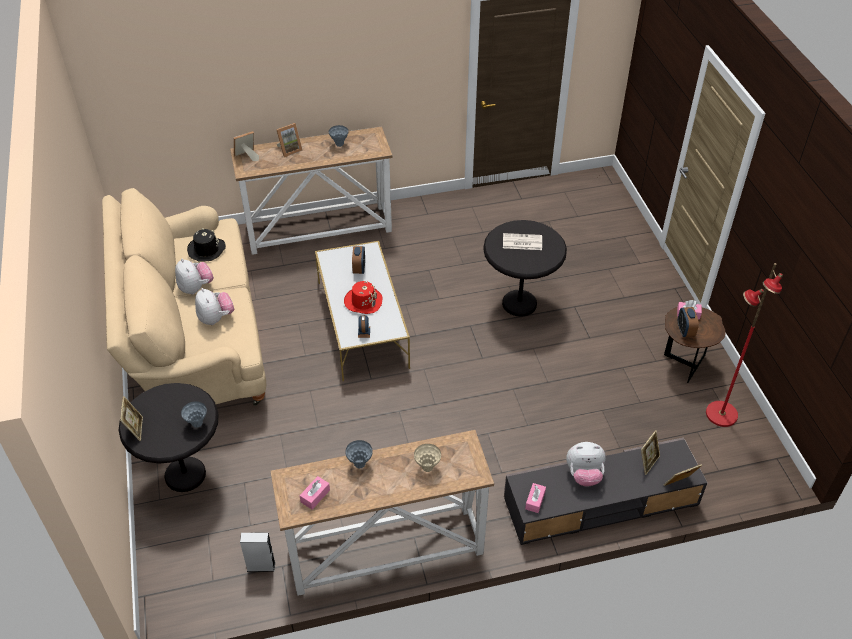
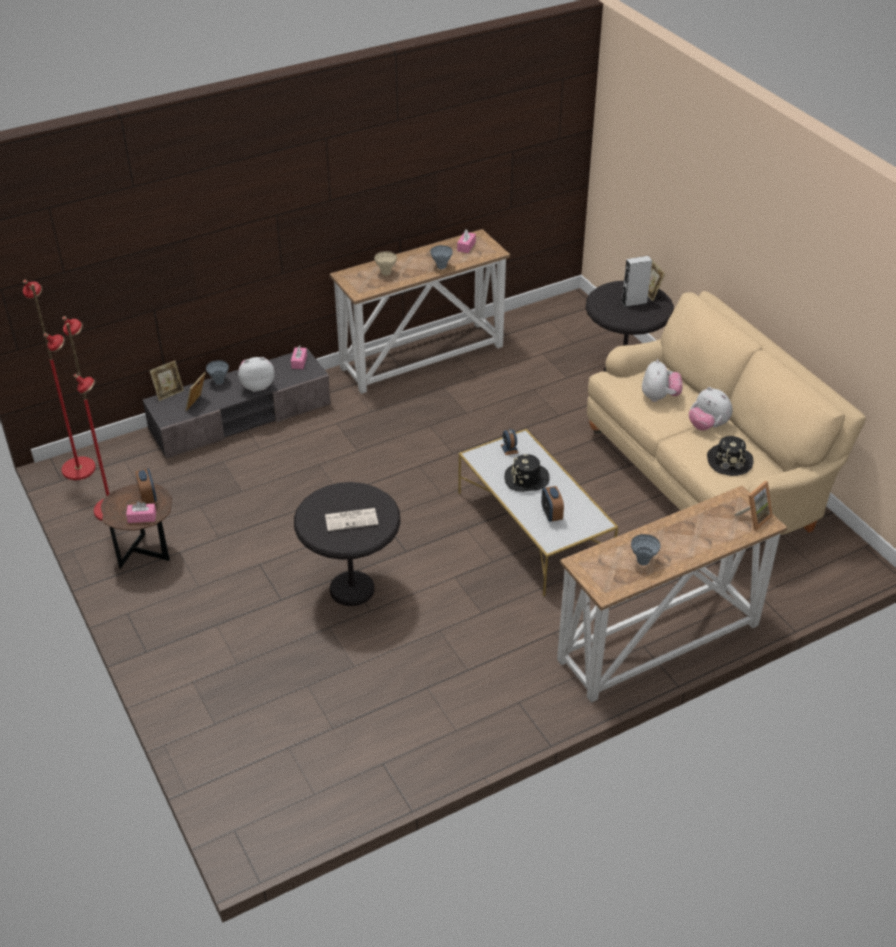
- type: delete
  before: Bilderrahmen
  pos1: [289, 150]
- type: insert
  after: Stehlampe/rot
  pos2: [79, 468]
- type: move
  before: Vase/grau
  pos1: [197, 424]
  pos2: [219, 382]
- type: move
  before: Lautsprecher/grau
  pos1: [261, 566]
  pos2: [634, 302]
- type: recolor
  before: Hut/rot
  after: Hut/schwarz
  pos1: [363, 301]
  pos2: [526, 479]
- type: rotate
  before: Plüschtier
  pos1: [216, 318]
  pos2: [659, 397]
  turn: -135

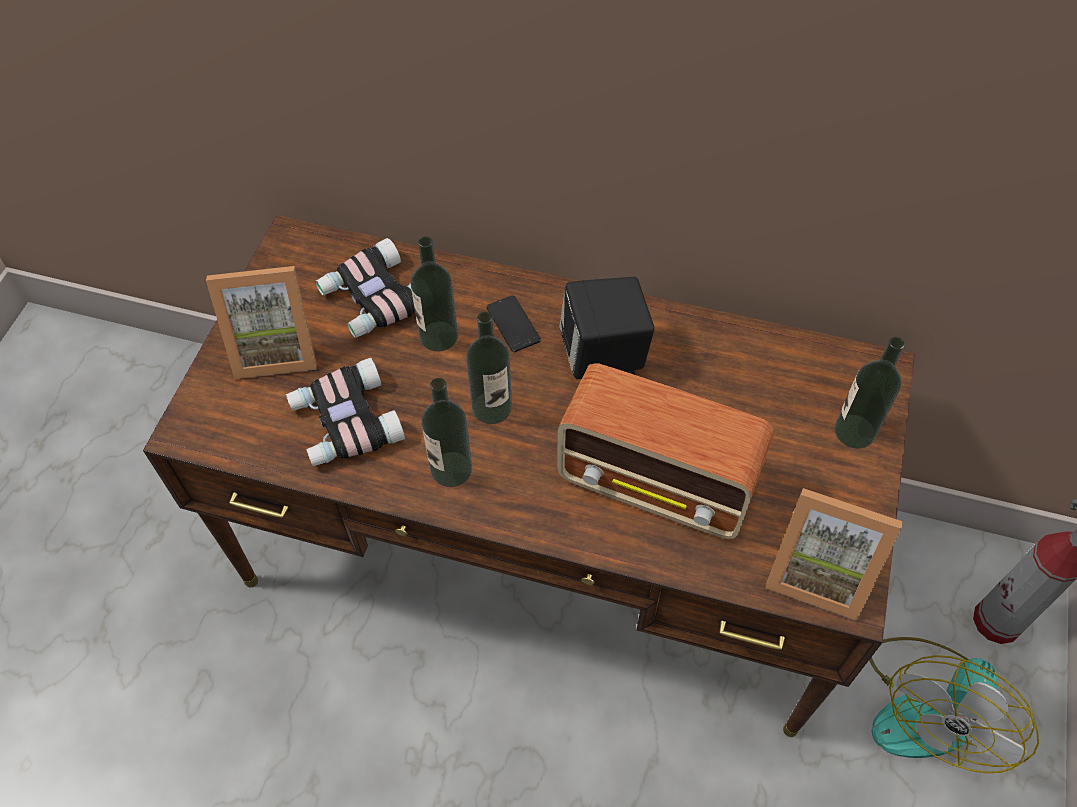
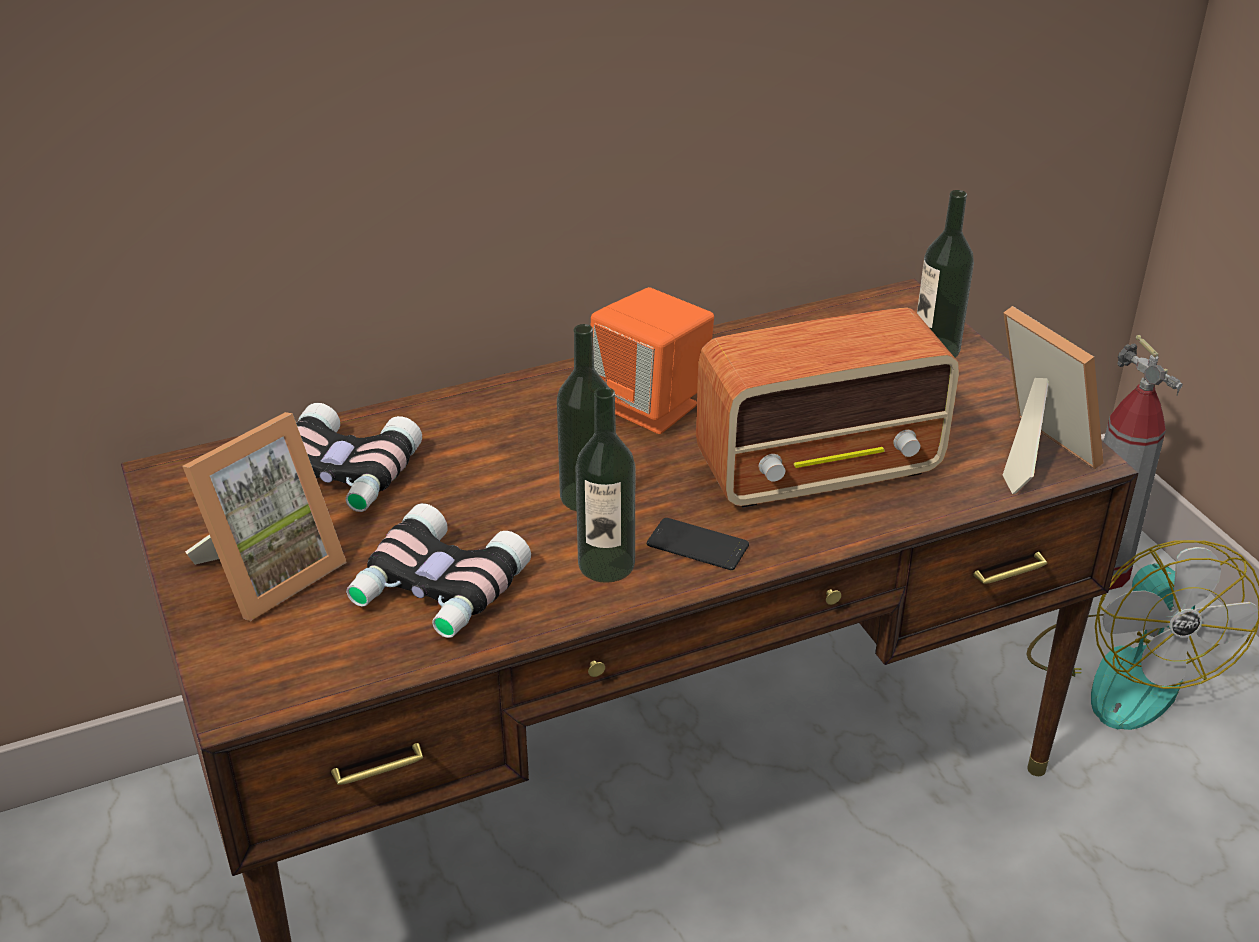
- type: delete
  before: Flasche
  pos1: [438, 336]
- type: move
  before: Handy
  pos1: [513, 324]
  pos2: [697, 545]
- type: recolor
  before: Lautsprecher/schwarz
  after: Lautsprecher/orange
  pos1: [604, 358]
  pos2: [651, 406]
- type: rotate
  before: Bilderrahmen
  pos1: [819, 571]
  pos2: [1031, 454]
  turn: -105

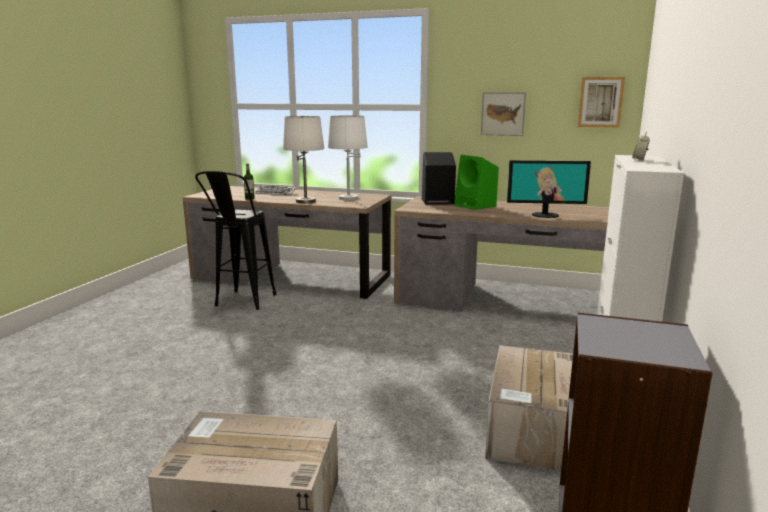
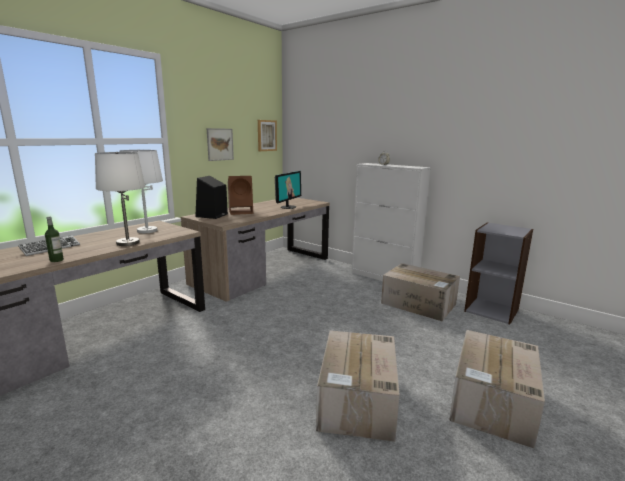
- type: delete
  before: Hocker/schwarz
  pos1: [242, 304]
- type: insert
  after: Karton
  pos2: [357, 401]
- type: recolor
  before: Lautsprecher/grün
  after: Lautsprecher/braun
  pos1: [476, 206]
  pos2: [241, 212]

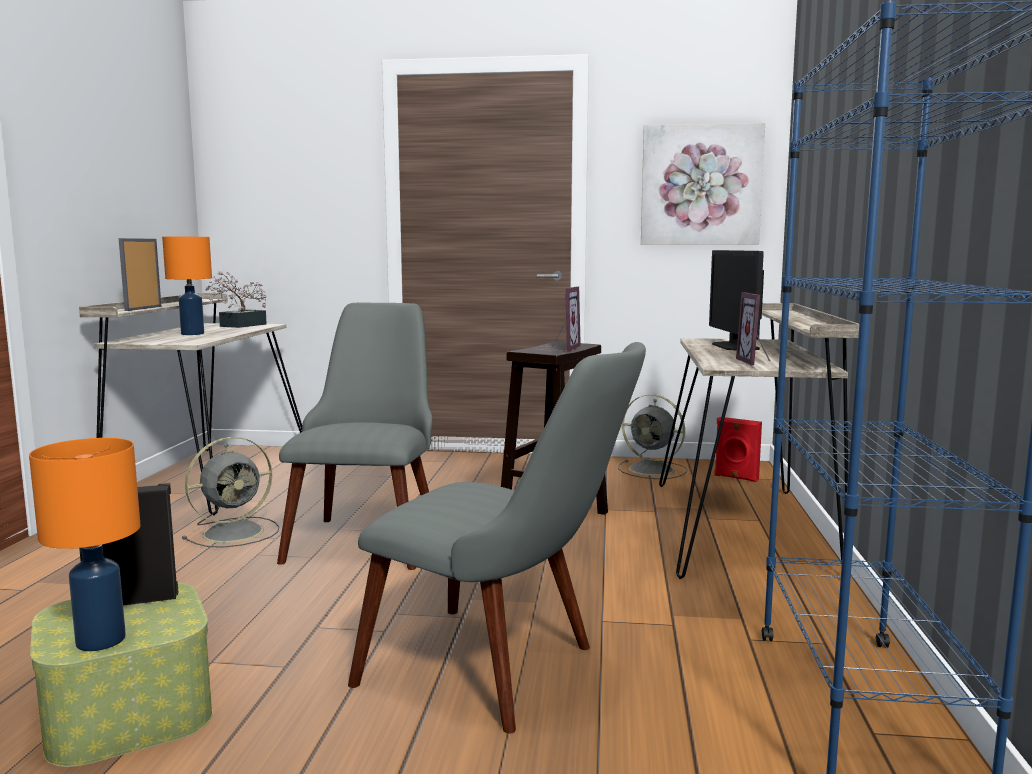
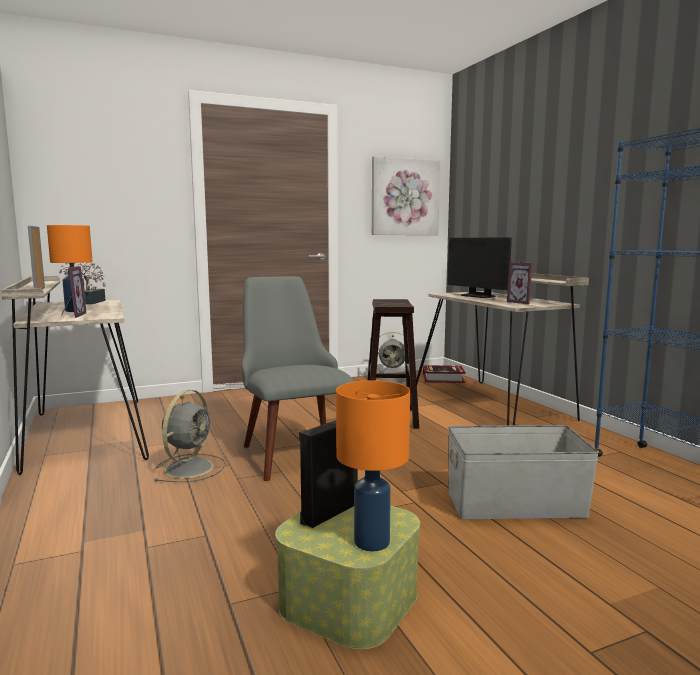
- type: move
  before: Bilderrahmen
  pos1: [563, 348]
  pos2: [71, 315]
- type: replace
  before: Stuhl/grau
  after: Aufbewahrungsbox/grau
  pos1: [504, 671]
  pos2: [516, 504]
- type: replace
  before: Lautsprecher/rot
  after: Buch
  pos1: [736, 477]
  pos2: [443, 378]

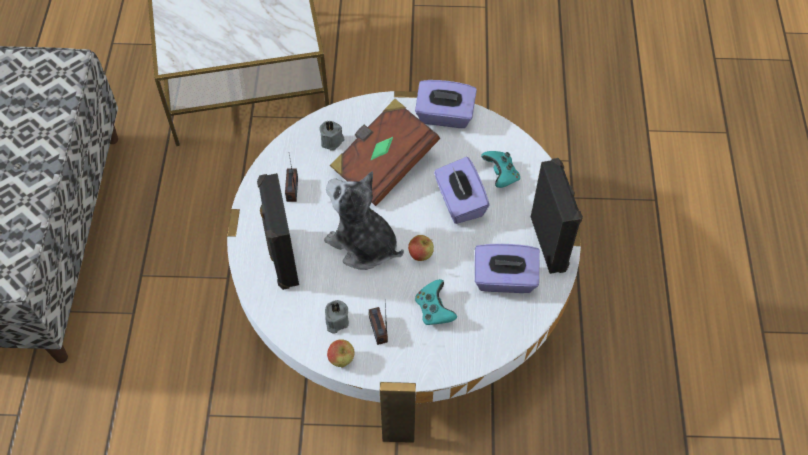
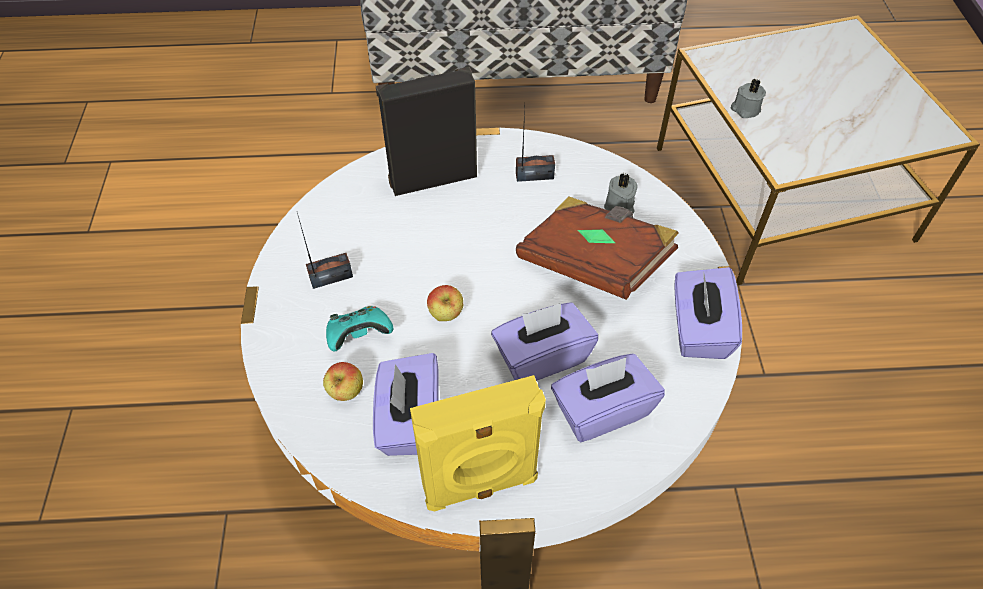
- type: delete
  before: Plüschtier
  pos1: [363, 244]
- type: move
  before: Kerze/grau
  pos1: [336, 321]
  pos2: [745, 109]
- type: move
  before: Apfel
  pos1: [341, 359]
  pos2: [346, 393]
- type: replace
  before: Gamepad/türkis
  after: Taschentuchbox/lila
  pos1: [501, 175]
  pos2: [602, 410]
- type: recolor
  before: Lautsprecher/schwarz
  after: Lautsprecher/gelb
  pos1: [550, 243]
  pos2: [480, 486]

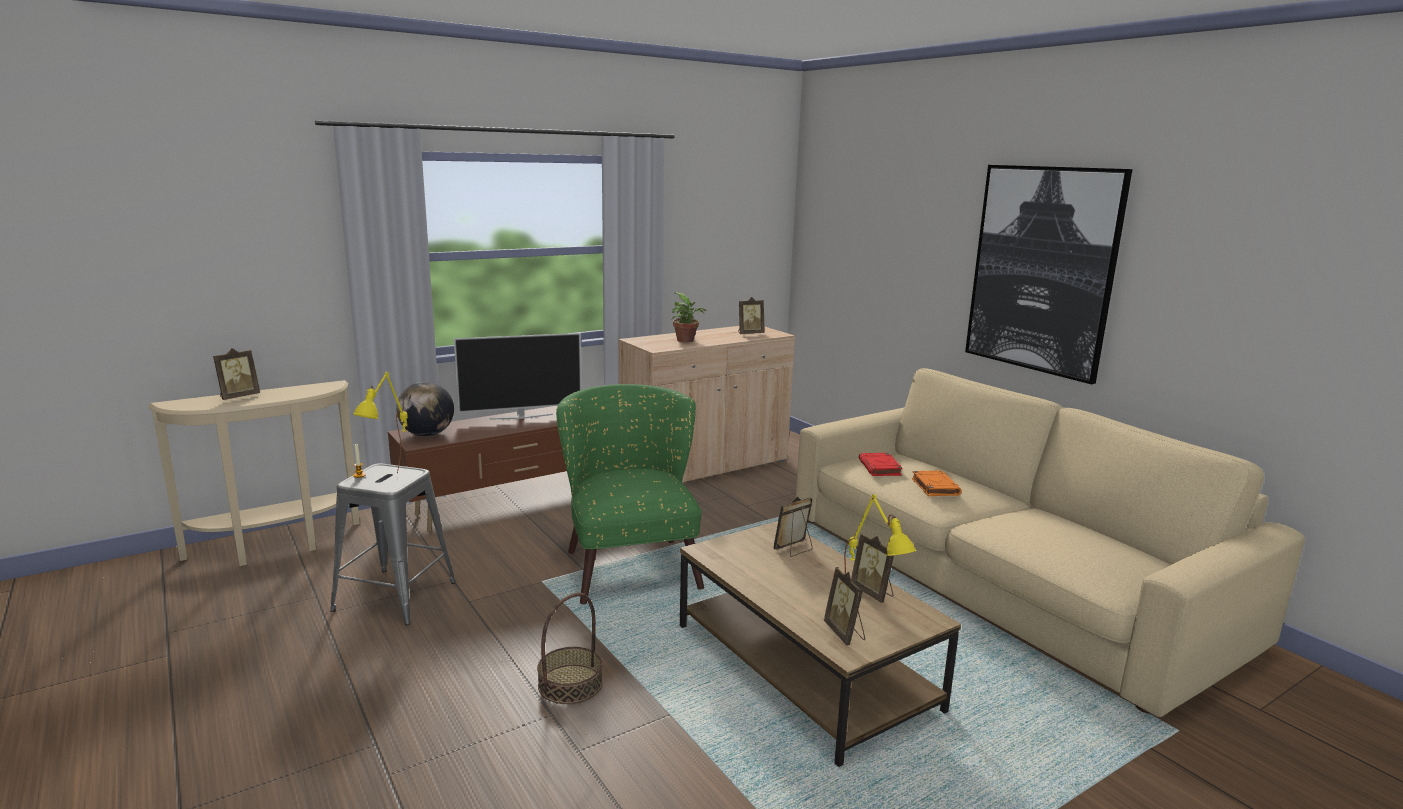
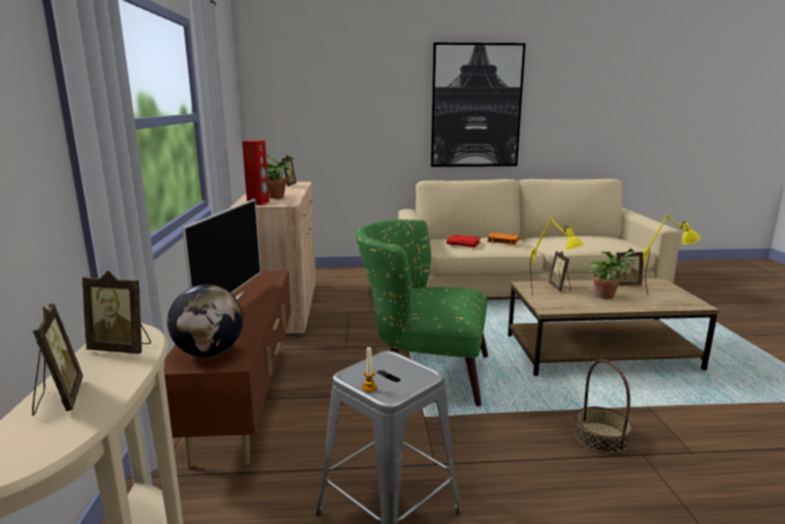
- type: insert
  after: Lautsprecher/rot
  pos2: [258, 203]
- type: insert
  after: Topfpflanze
  pos2: [606, 295]
- type: move
  before: Tischlampe/gelb
  pos1: [389, 482]
  pos2: [552, 299]
- type: move
  before: Bilderrahmen
  pos1: [845, 633]
  pos2: [122, 348]

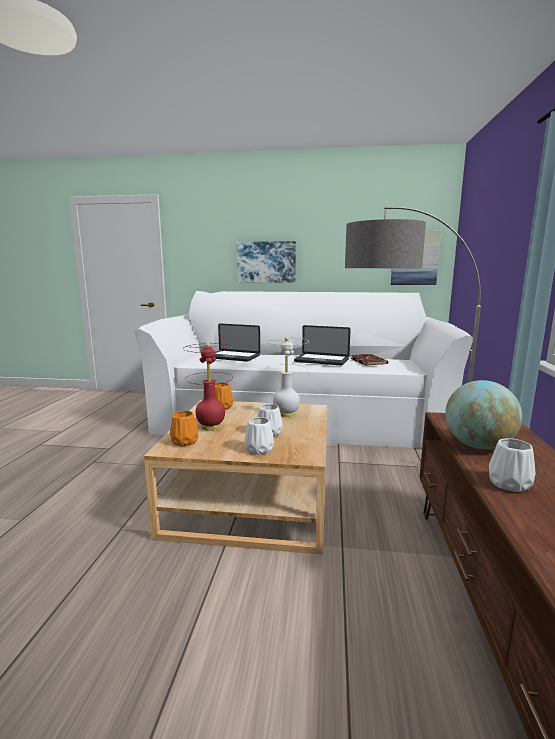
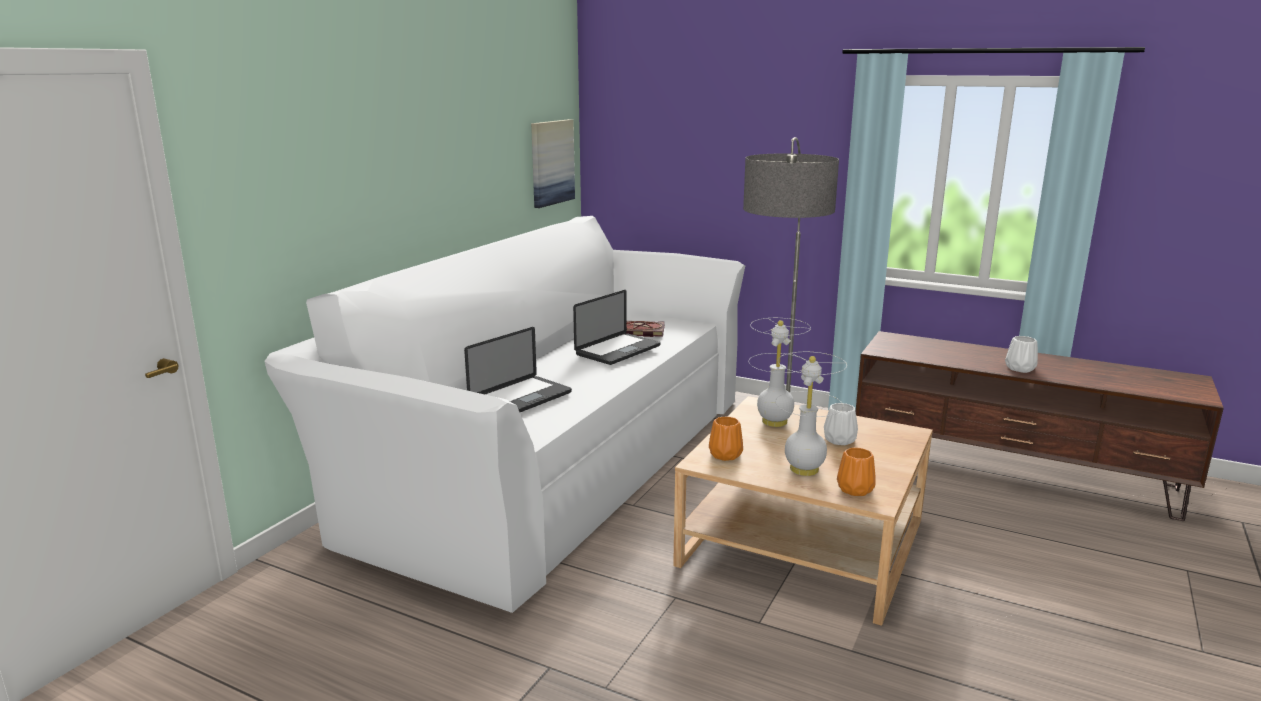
- type: delete
  before: Bild
  pos1: [266, 262]
- type: delete
  before: Vase/weiß
  pos1: [260, 449]
- type: delete
  before: Globus
  pos1: [478, 446]
- type: recolor
  before: Tischlampe/rot
  after: Tischlampe/weiß
  pos1: [210, 426]
  pos2: [804, 469]

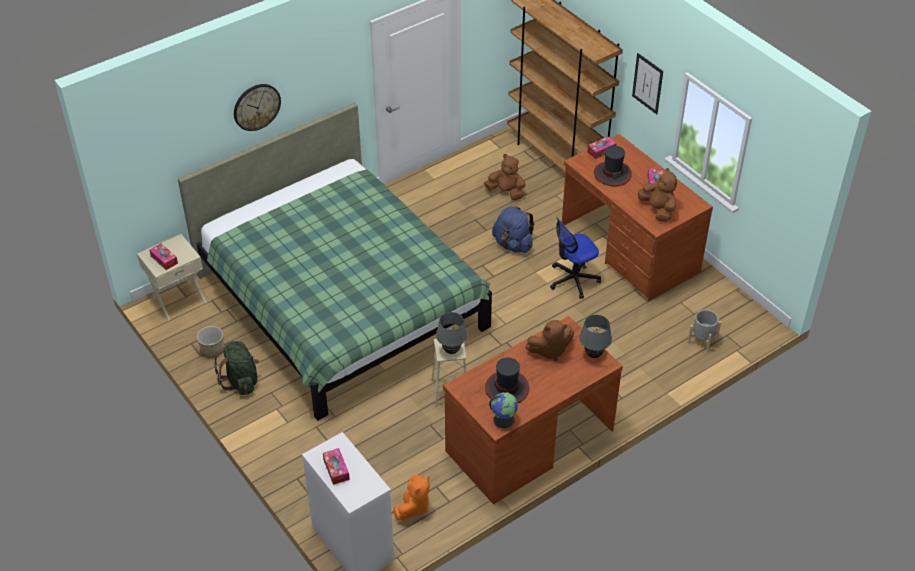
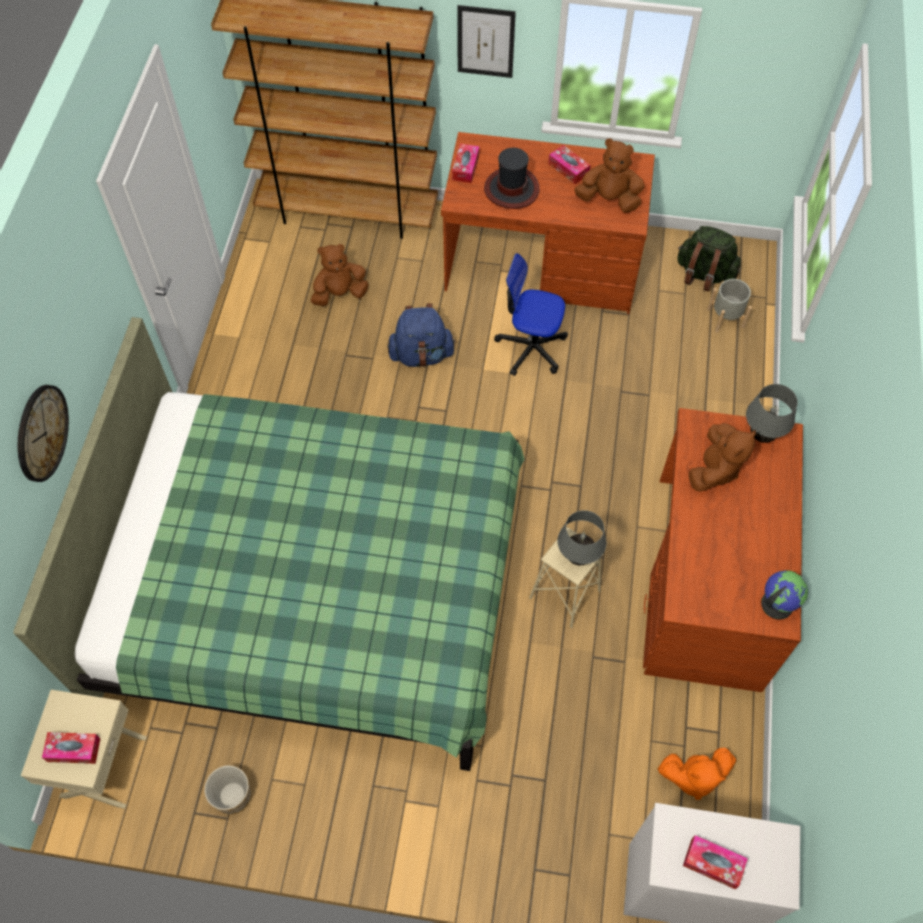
- type: delete
  before: Hut
  pos1: [507, 388]
- type: move
  before: Rucksack/grün
  pos1: [241, 381]
  pos2: [704, 274]
- type: rotate
  before: Plüschtier/orange
  pos1: [413, 507]
  pos2: [693, 776]
  turn: 105
- type: rotate
  before: Bürostuhl
  pos1: [573, 280]
  pos2: [531, 348]
  turn: 90

